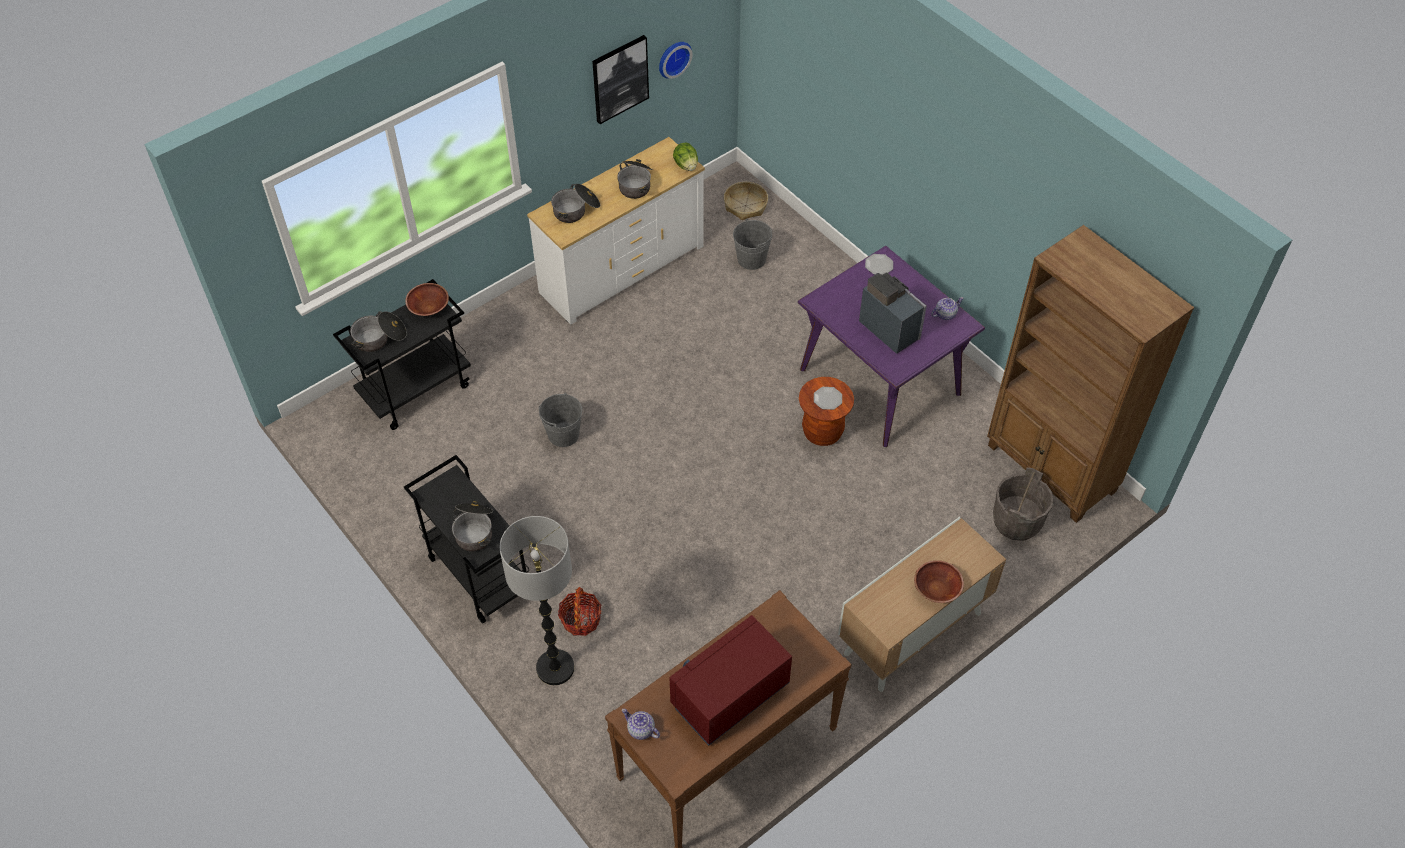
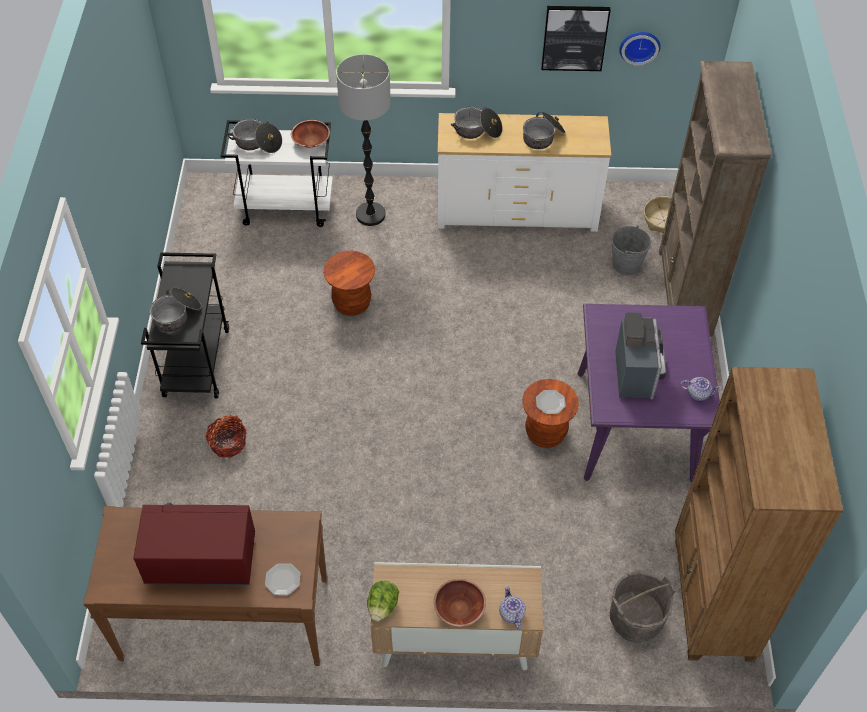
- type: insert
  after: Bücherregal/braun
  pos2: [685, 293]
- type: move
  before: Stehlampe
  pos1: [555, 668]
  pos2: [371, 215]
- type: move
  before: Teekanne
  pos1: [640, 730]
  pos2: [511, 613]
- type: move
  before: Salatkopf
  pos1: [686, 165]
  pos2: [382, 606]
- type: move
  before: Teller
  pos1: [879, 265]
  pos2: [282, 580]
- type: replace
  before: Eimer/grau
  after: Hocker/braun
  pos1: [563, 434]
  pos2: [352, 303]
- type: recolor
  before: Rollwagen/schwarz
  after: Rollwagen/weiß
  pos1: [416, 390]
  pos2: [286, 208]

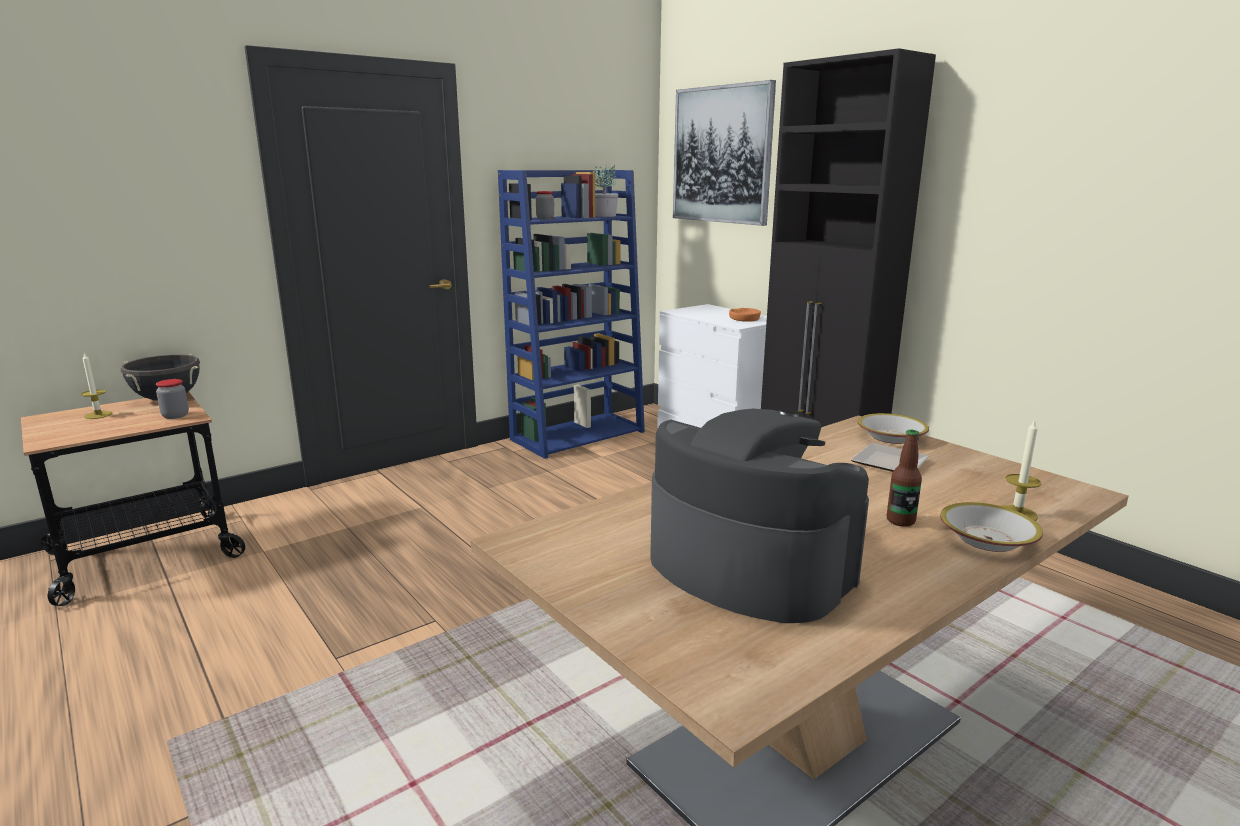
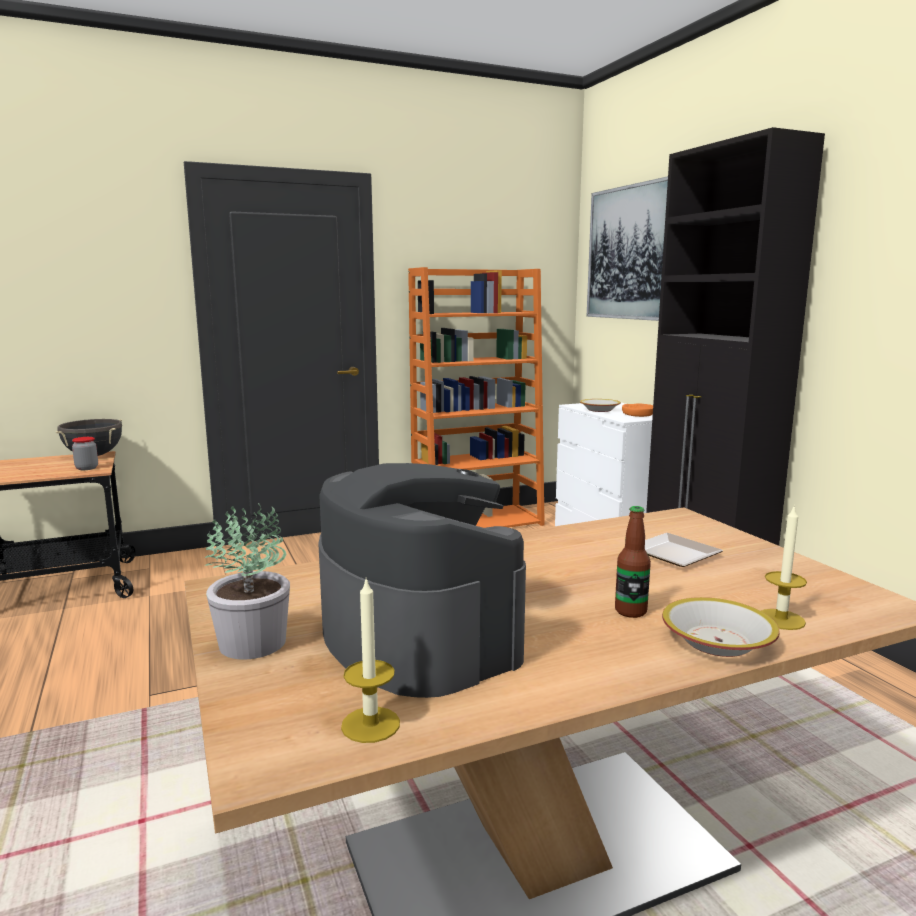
- type: delete
  before: Vorratsglas
  pos1: [545, 218]
- type: move
  before: Kerze
  pos1: [98, 415]
  pos2: [370, 724]
- type: move
  before: Topfpflanze
  pos1: [604, 216]
  pos2: [254, 642]
- type: move
  before: Schüssel
  pos1: [890, 437]
  pos2: [599, 410]
- type: recolor
  before: Bücherregal/blau
  after: Bücherregal/orange
  pos1: [578, 435]
  pos2: [478, 523]

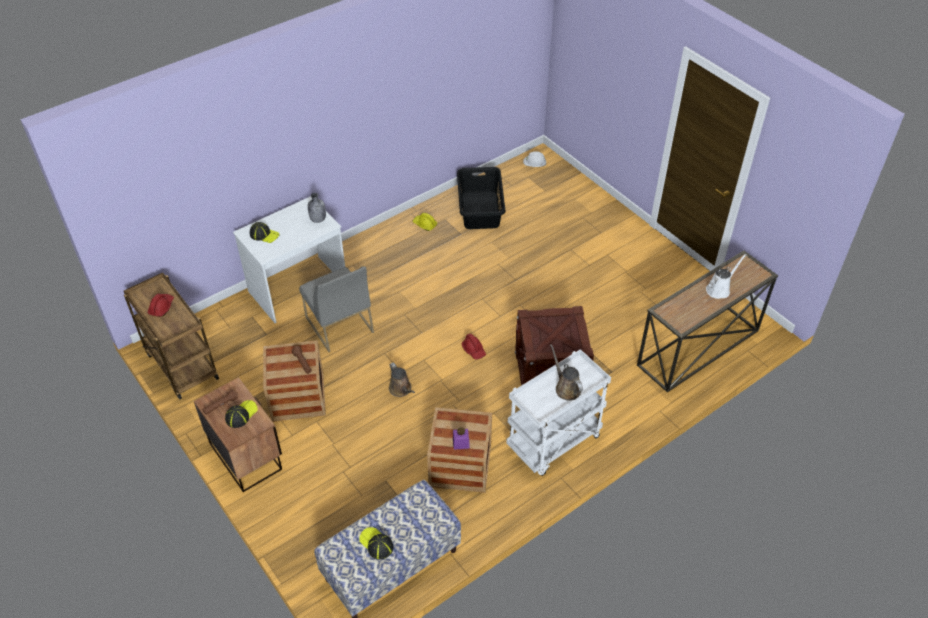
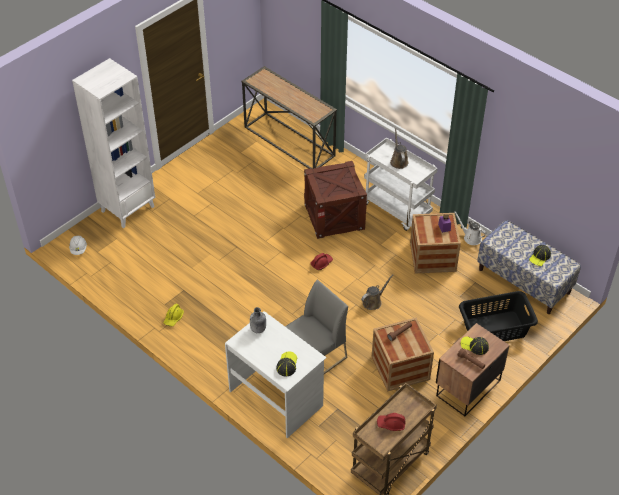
- type: insert
  after: Bücherregal/weiß
  pos2: [128, 208]
- type: move
  before: Wäschekorb/schwarz
  pos1: [480, 209]
  pos2: [494, 328]
- type: move
  before: Gießkanne/weiß
  pos1: [719, 289]
  pos2: [470, 237]
- type: rotate
  before: Gießkanne/braun
  pos1: [566, 388]
  pos2: [398, 161]
  turn: 120

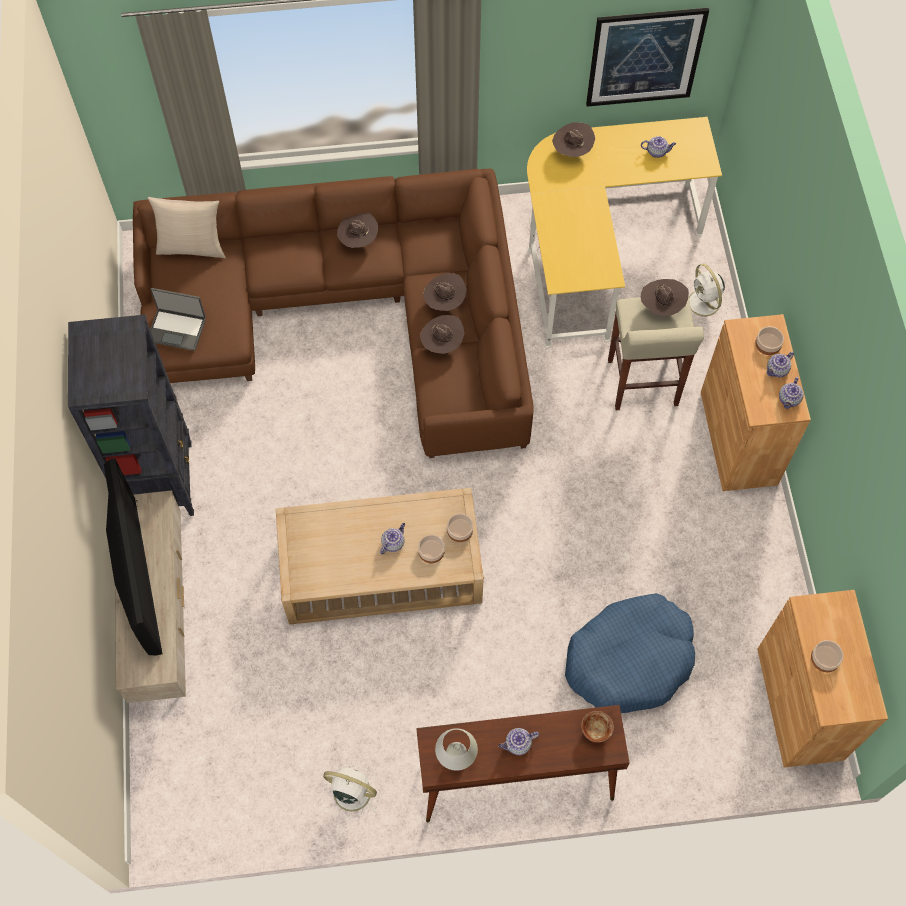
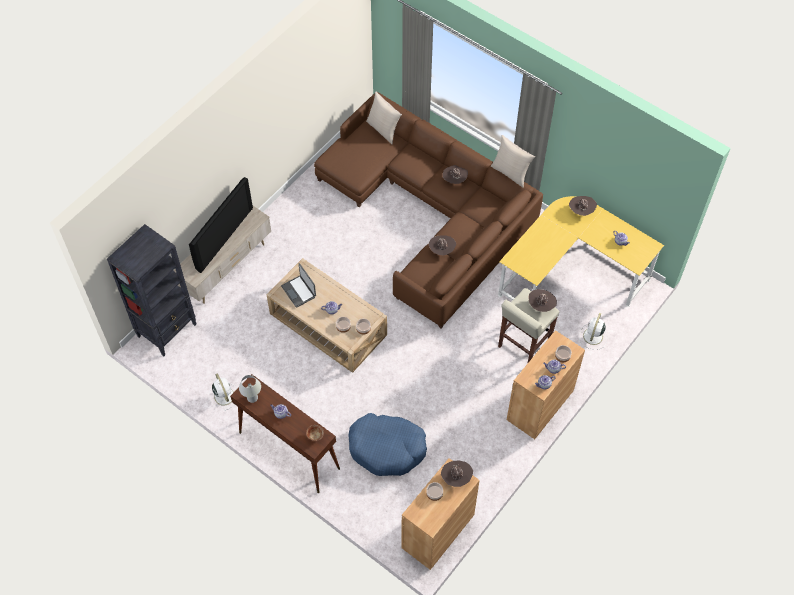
- type: delete
  before: Bild
  pos1: [645, 57]
- type: insert
  after: Kissen/beige
  pos2: [510, 173]
- type: move
  before: Bücherregal/schwarz
  pos1: [162, 481]
  pos2: [167, 330]
- type: move
  before: Laptop
  pos1: [177, 329]
  pos2: [299, 291]
- type: move
  before: Hut/braun
  pos1: [445, 302]
  pos2: [456, 478]

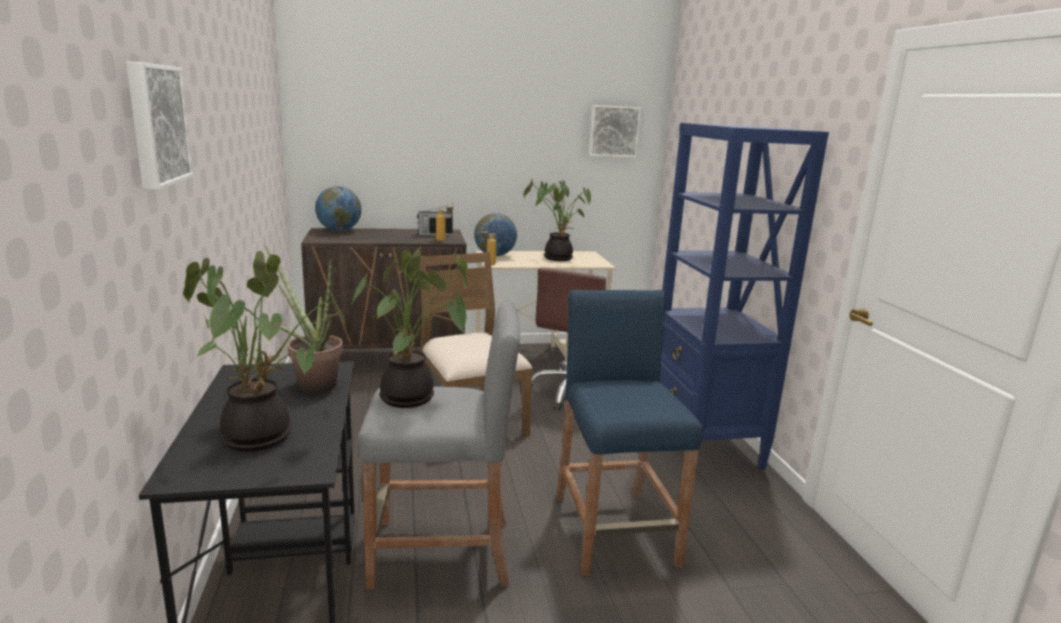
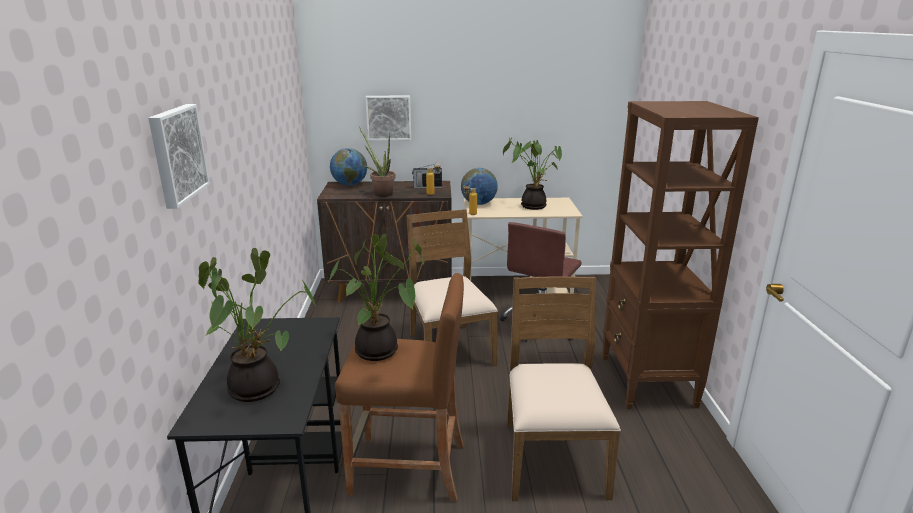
- type: move
  before: Topfpflanze
  pos1: [311, 383]
  pos2: [380, 194]
- type: move
  before: Bild
  pos1: [613, 131]
  pos2: [389, 117]
- type: replace
  before: Hocker/blau
  after: Stuhl/braun
  pos1: [614, 530]
  pos2: [552, 457]
- type: recolor
  before: Hocker/grau
  after: Hocker/braun
  pos1: [441, 553]
  pos2: [408, 468]
- type: recolor
  before: Bücherregal/blau
  after: Bücherregal/braun
  pos1: [704, 446]
  pos2: [647, 382]

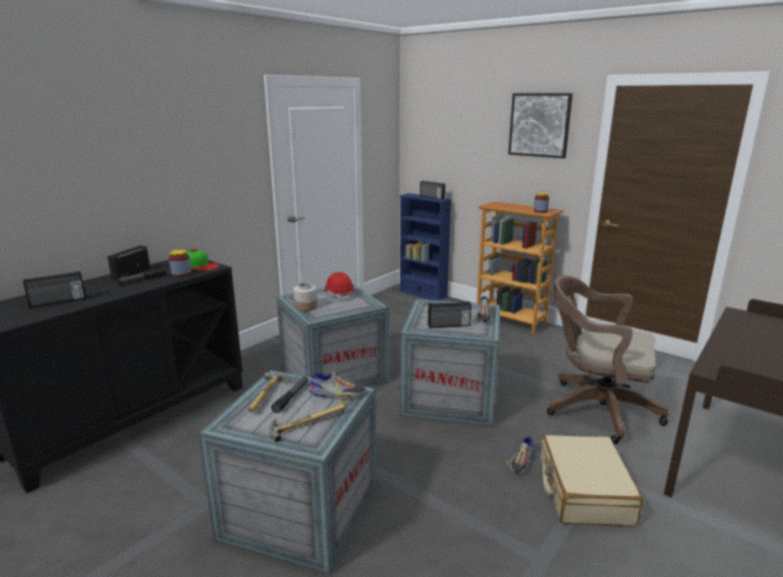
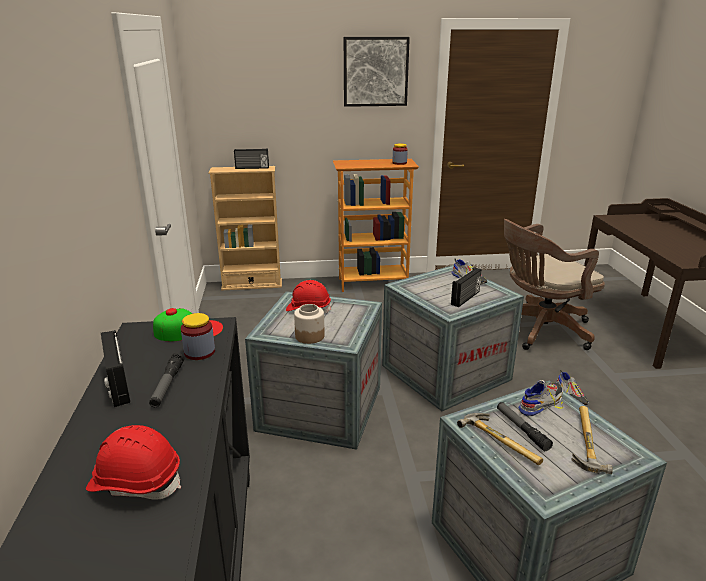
- type: delete
  before: Koffer/beige
  pos1: [584, 491]
- type: replace
  before: Radio
  after: Schutzhelm/rot
  pos1: [58, 302]
  pos2: [136, 482]
- type: recolor
  before: Bücherregal/blau
  after: Bücherregal/beige
  pos1: [423, 293]
  pos2: [252, 284]

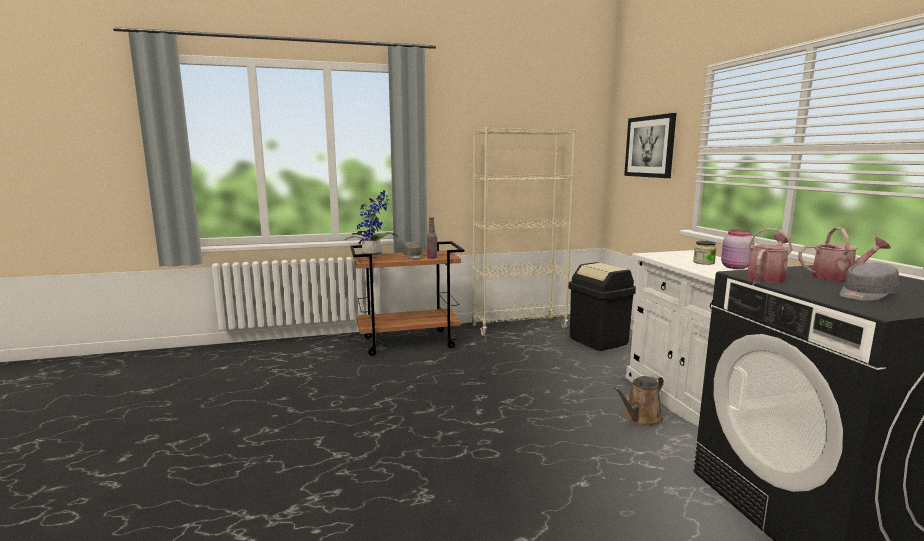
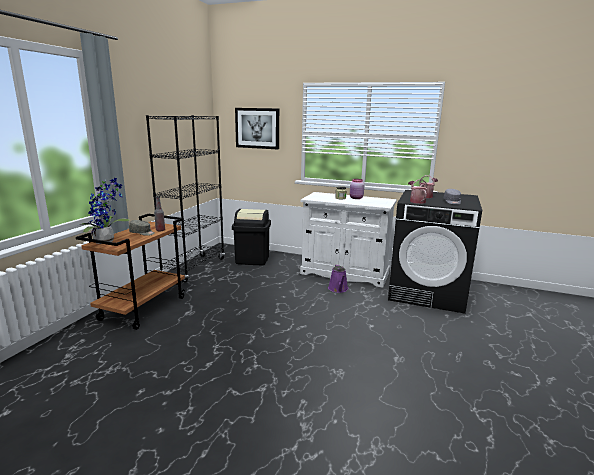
- type: recolor
  before: Bücherregal/beige
  after: Bücherregal/schwarz
  pos1: [519, 326]
  pos2: [194, 268]
- type: recolor
  before: Gießkanne/braun
  after: Gießkanne/lila
  pos1: [641, 418]
  pos2: [338, 289]

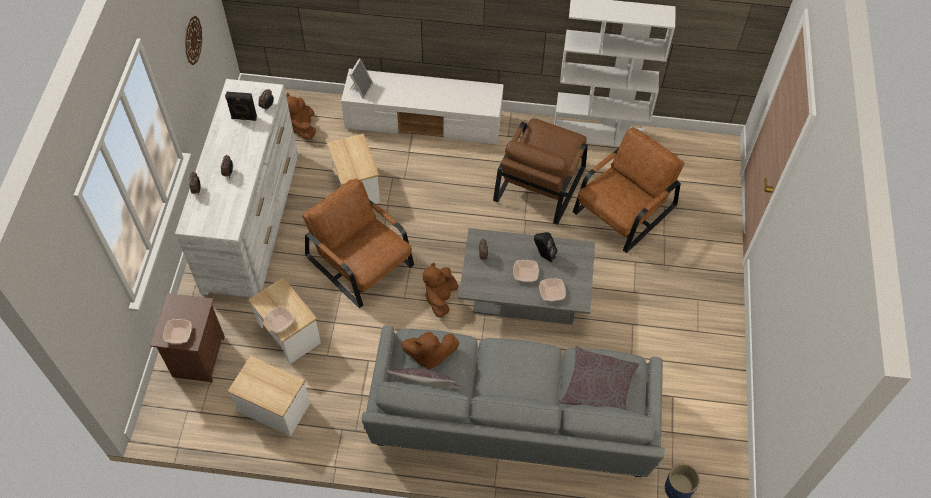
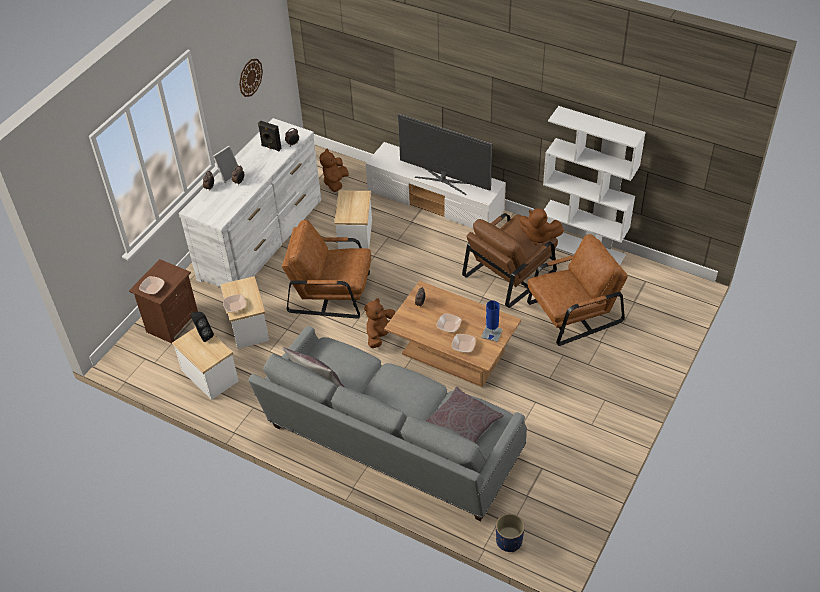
- type: insert
  after: Fernseher
  pos2: [444, 180]
- type: insert
  after: Tischlampe/blau
  pos2: [491, 333]
- type: move
  before: Bilderrahmen
  pos1: [361, 88]
  pos2: [228, 174]
- type: move
  before: Plüschtier/braun
  pos1: [429, 355]
  pos2: [538, 236]
- type: move
  before: Lautsprecher/schwarz
  pos1: [543, 255]
  pos2: [203, 335]
- type: recolor
  before: Couchtisch/grau
  after: Couchtisch/braun
  pos1: [524, 295]
  pos2: [452, 353]
- type: rotate
  before: Sessel/braun
  pos1: [361, 262]
  pos2: [331, 292]
  turn: -60

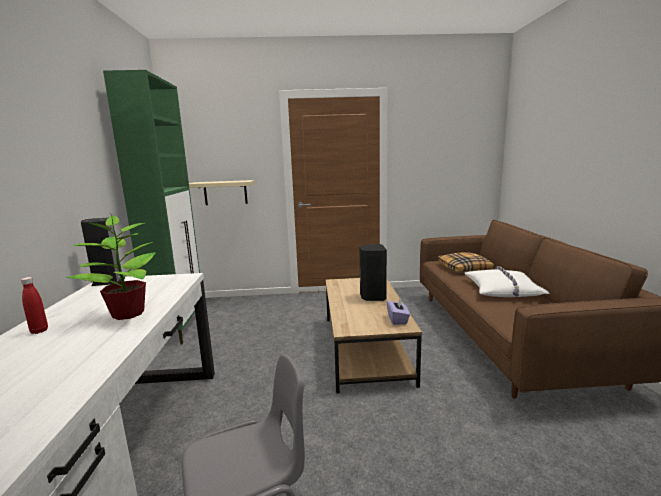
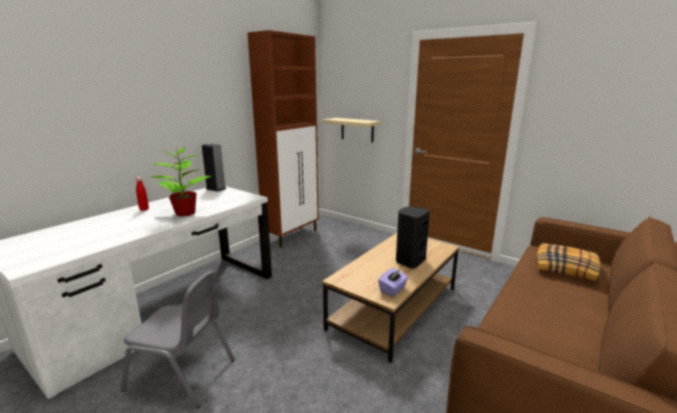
- type: delete
  before: Kissen/weiß
  pos1: [503, 290]
- type: recolor
  before: Schrank/grün
  after: Schrank/braun
  pos1: [180, 328]
  pos2: [292, 236]

